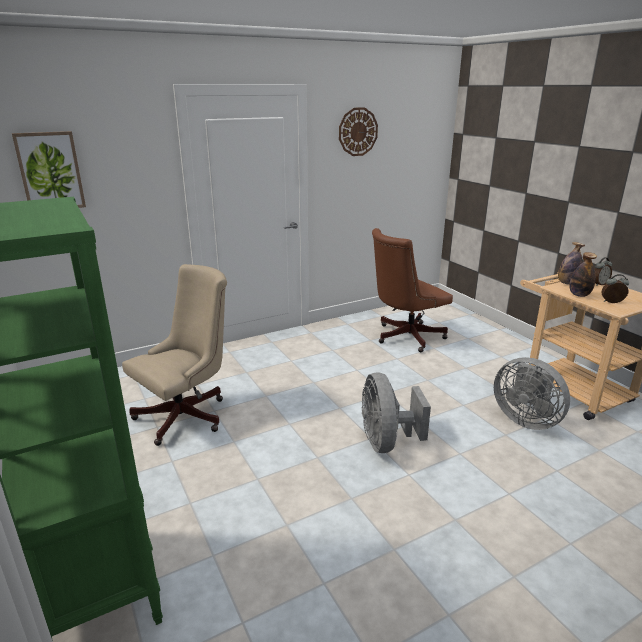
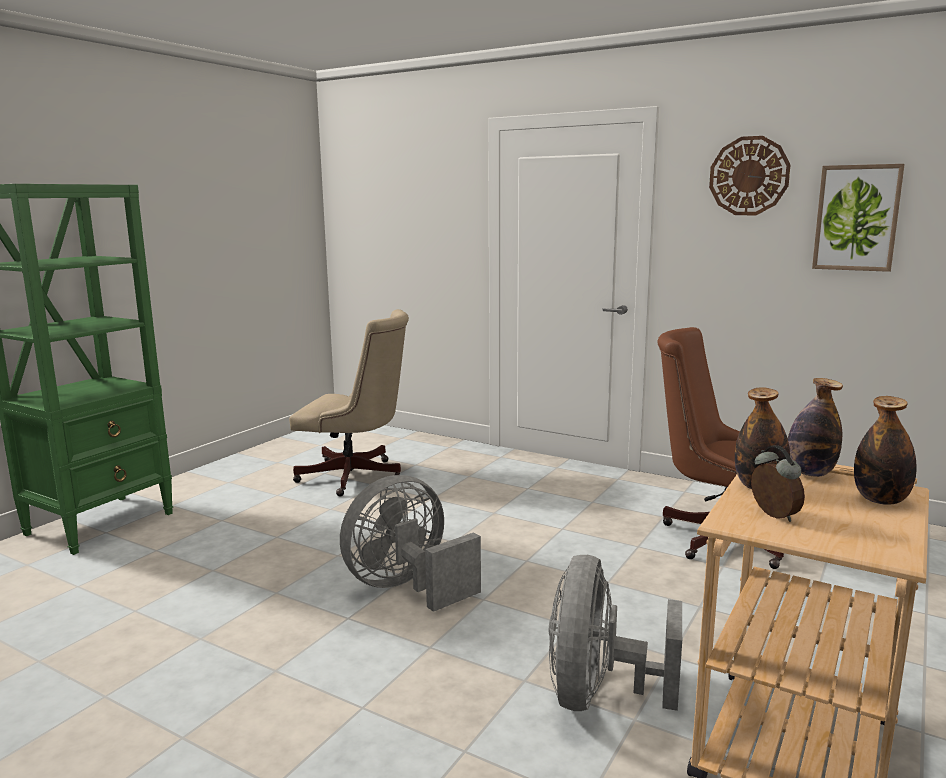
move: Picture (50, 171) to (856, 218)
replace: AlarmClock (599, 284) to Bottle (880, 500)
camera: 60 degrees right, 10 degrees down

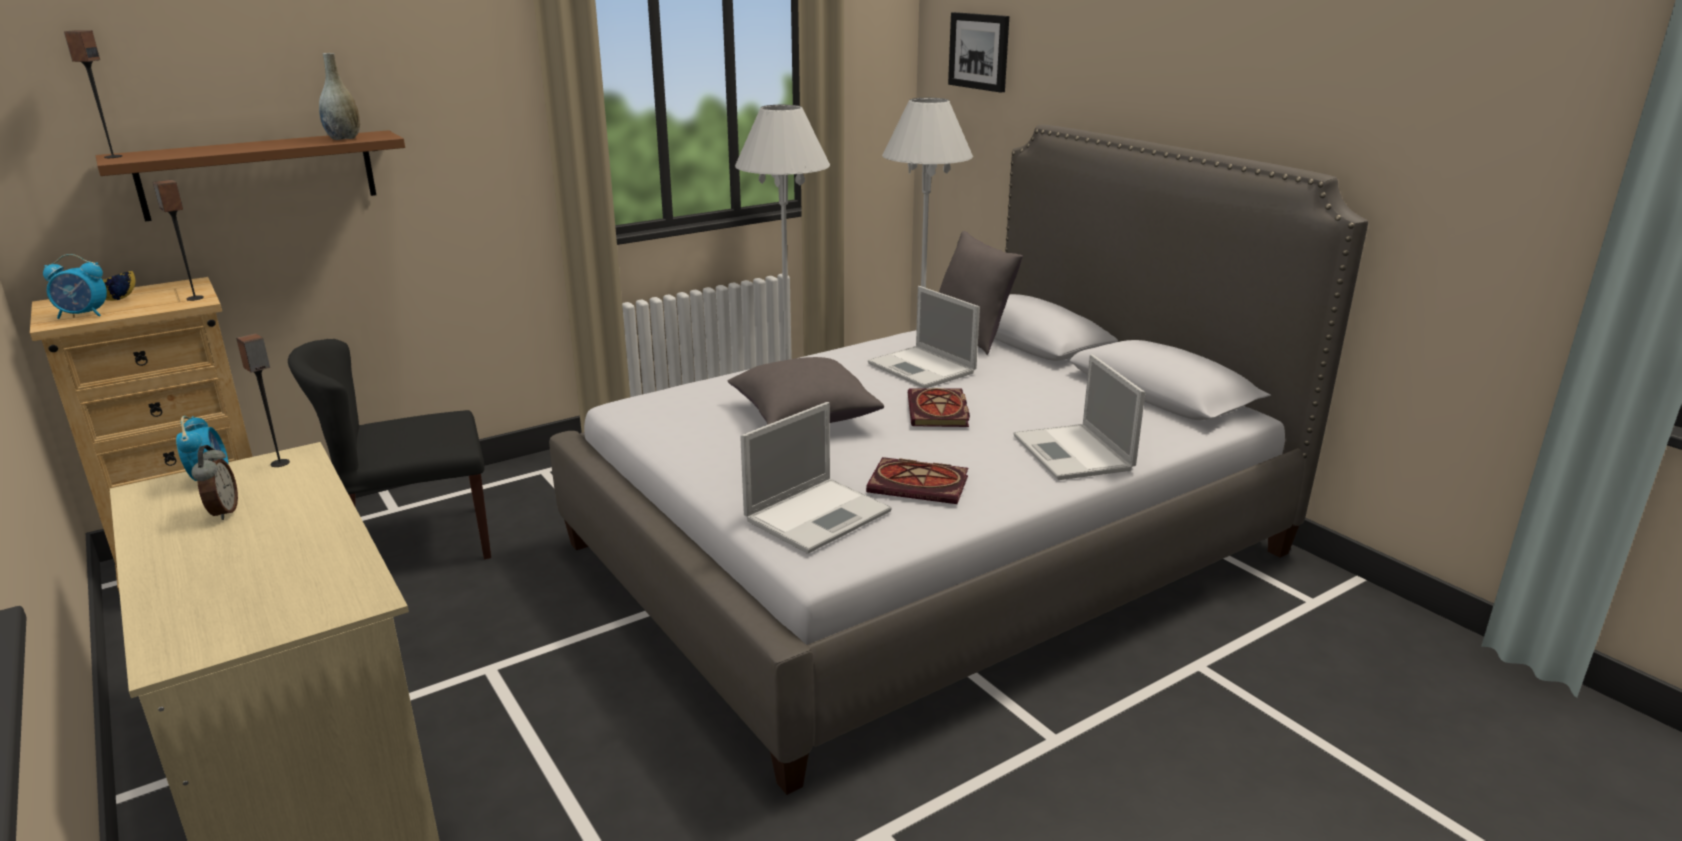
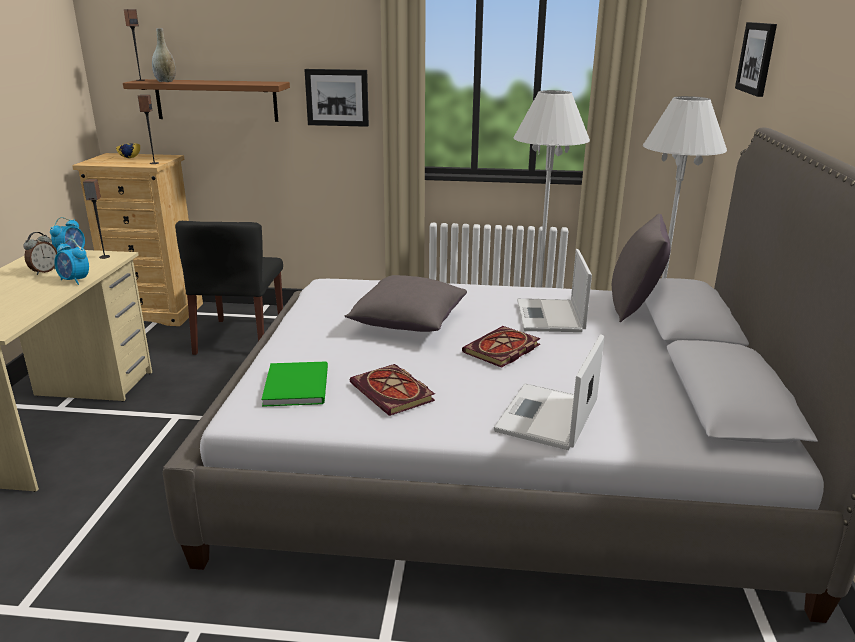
insert: Picture (337, 97)
move: AlarmClock (83, 315) to (75, 280); GreyVase (344, 138) to (165, 81)
replace: Laptop (819, 514) to GreenBook (298, 385)
rotate: BlackChair (416, 545) = (240, 338) 105 degrees counterclockwise
camera: 40 degrees right, 0 degrees up

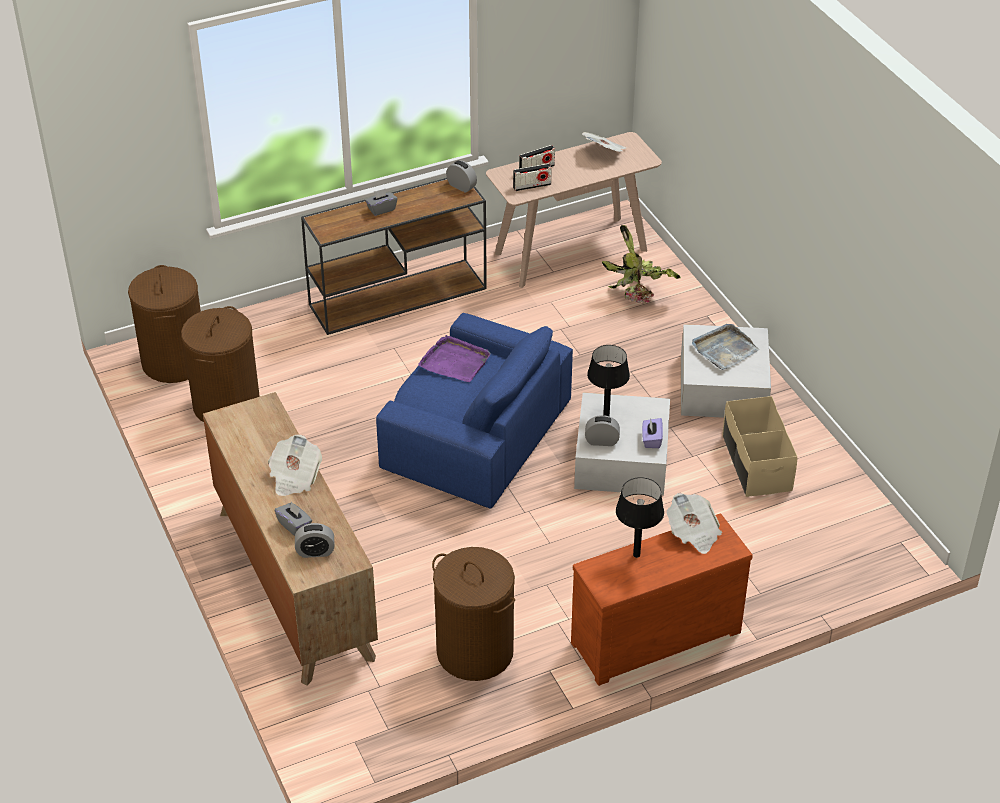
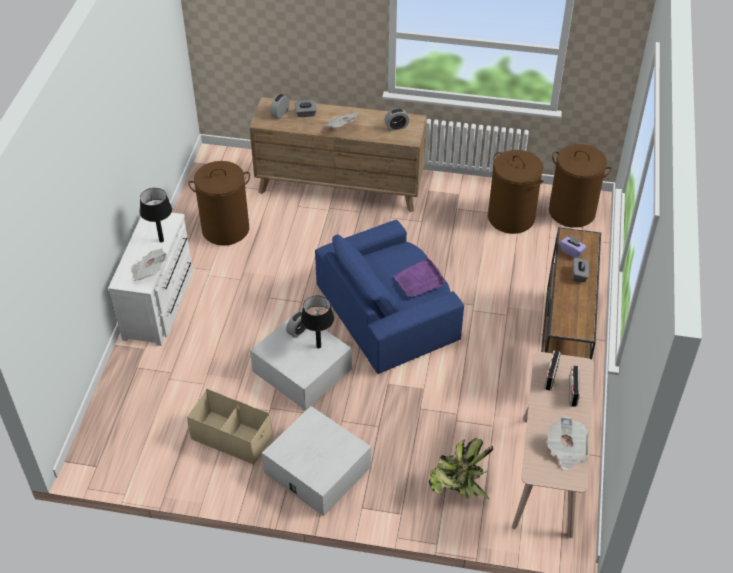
delete: GreyTray (724, 349)
move: AlarmClock (461, 186) to (396, 127); PurpleTissueBox (651, 440) to (571, 251)
recolor: BrownDresser (653, 634) to WhiteDresser (161, 303)
camera: 125 degrees right, 5 degrees up

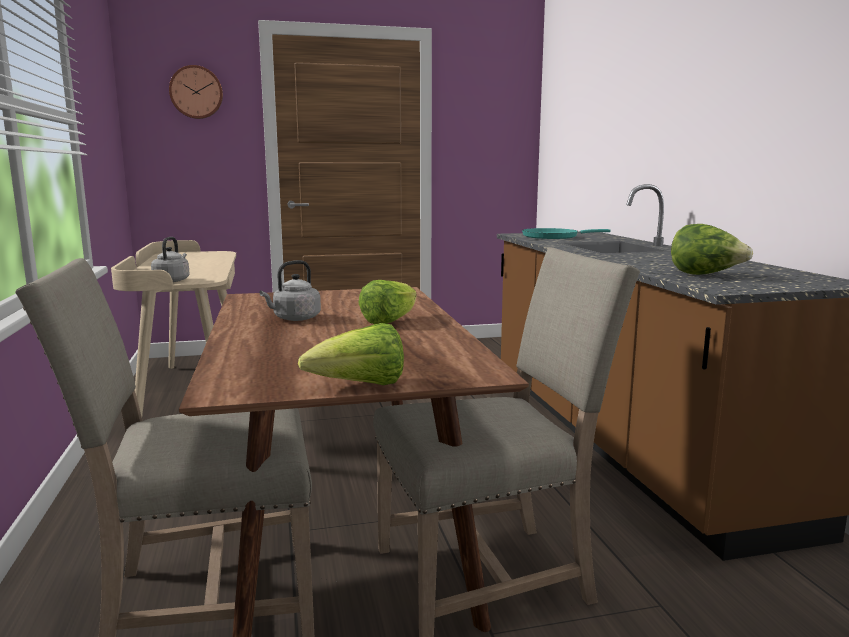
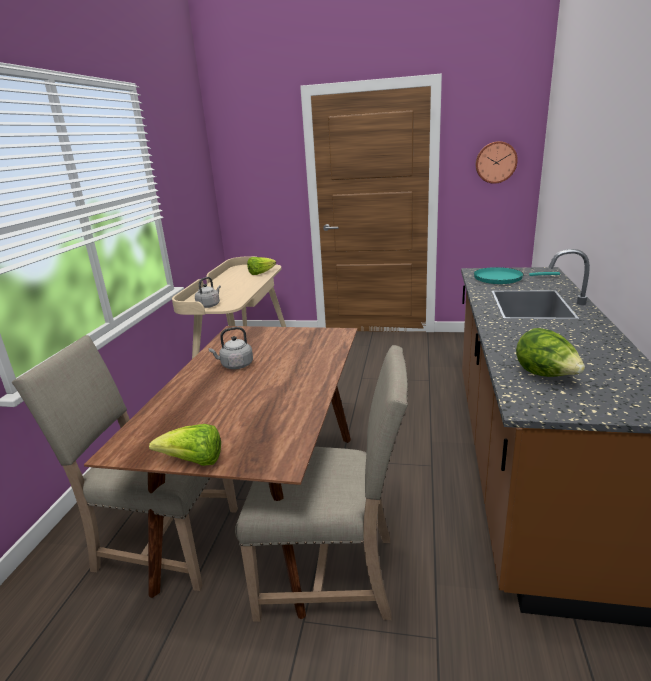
move: WallClock (196, 92) to (495, 162); Lettuce (389, 321) to (261, 273)
camera: 25 degrees right, 10 degrees up

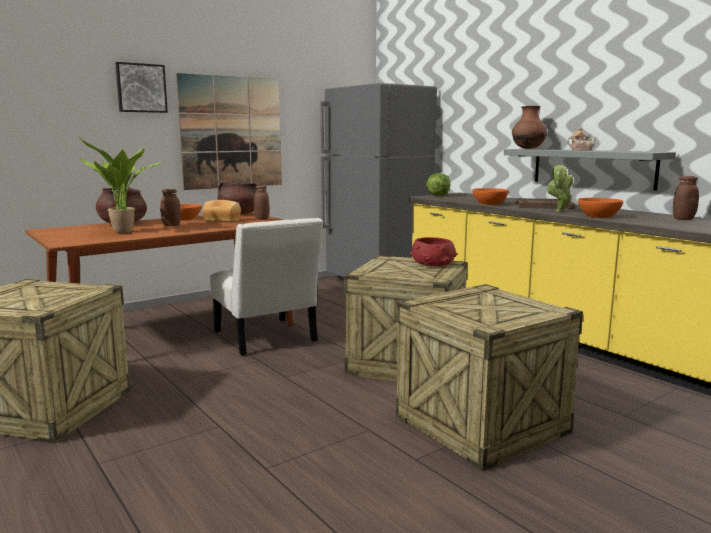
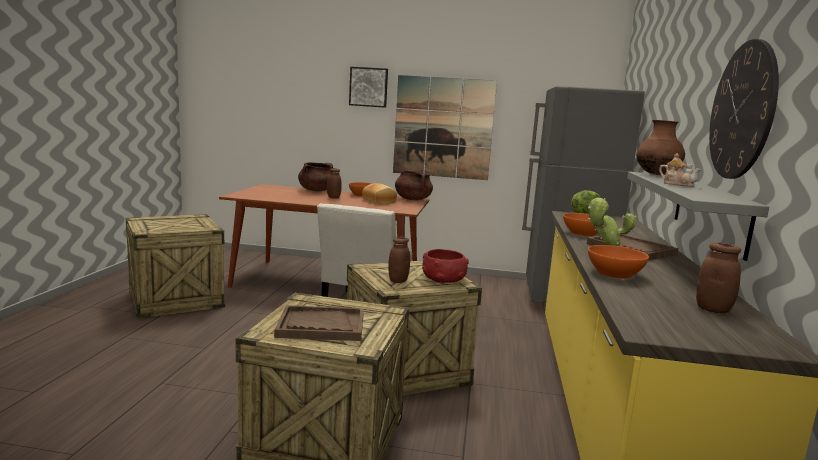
delete: PottedPlant (124, 232)
insert: BrownTray (321, 326); WallClock (742, 110)
move: BrownJar (262, 219) to (398, 280)
camera: 45 degrees right, 0 degrees up

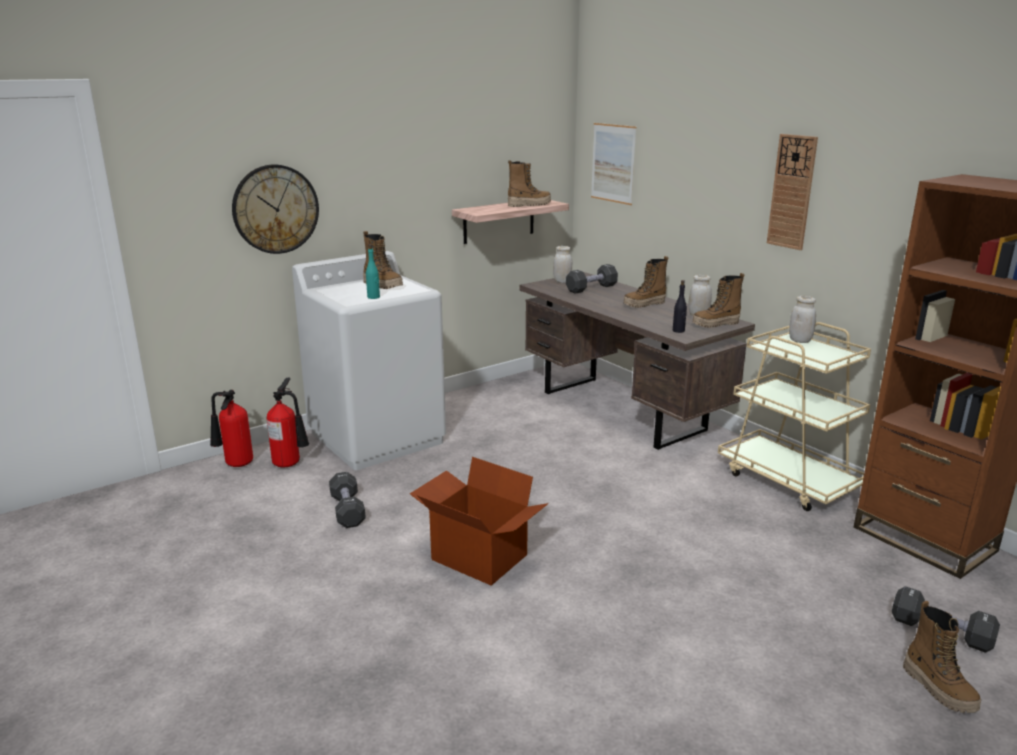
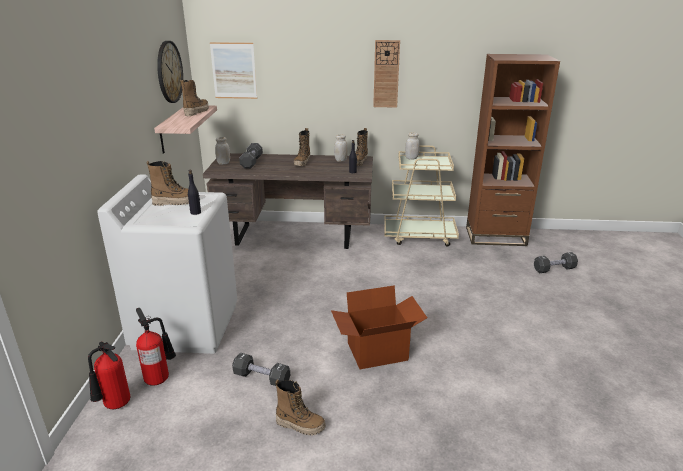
move: WallClock (275, 209) to (169, 72); Boot (939, 688) to (300, 425)
recolor: TurquoiseBottle (373, 297) to BlackBottle (196, 212)
camera: 50 degrees left, 5 degrees up

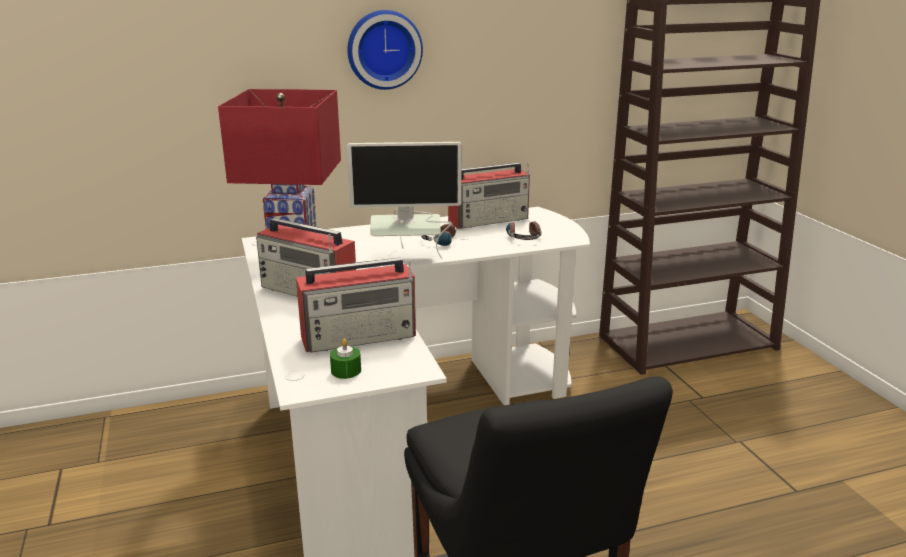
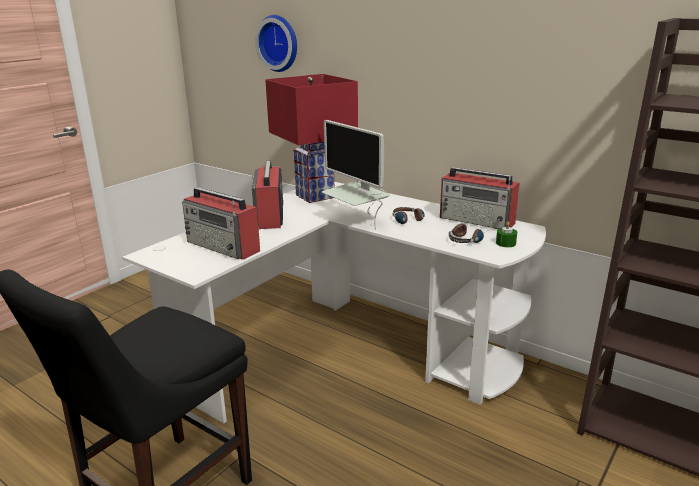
move: GreenCandle (346, 371) to (505, 243); WallClock (383, 49) to (279, 43)
camera: 55 degrees right, 0 degrees up

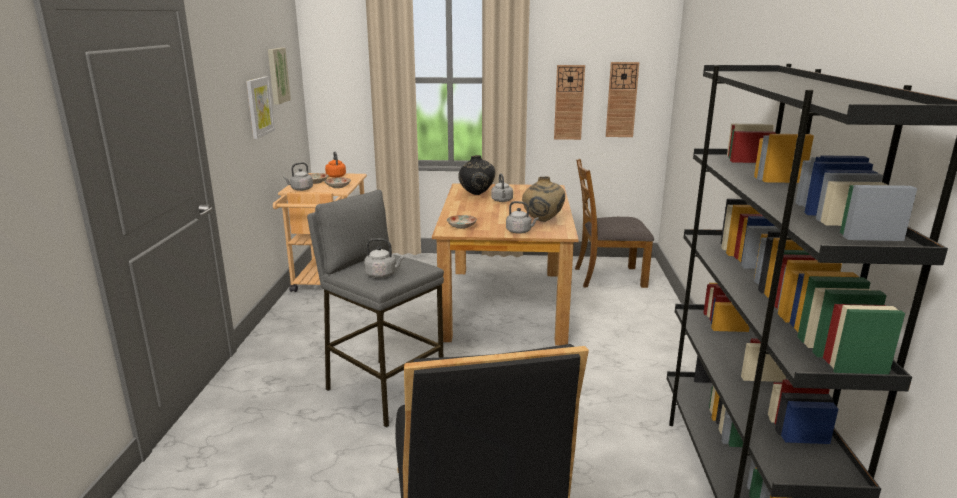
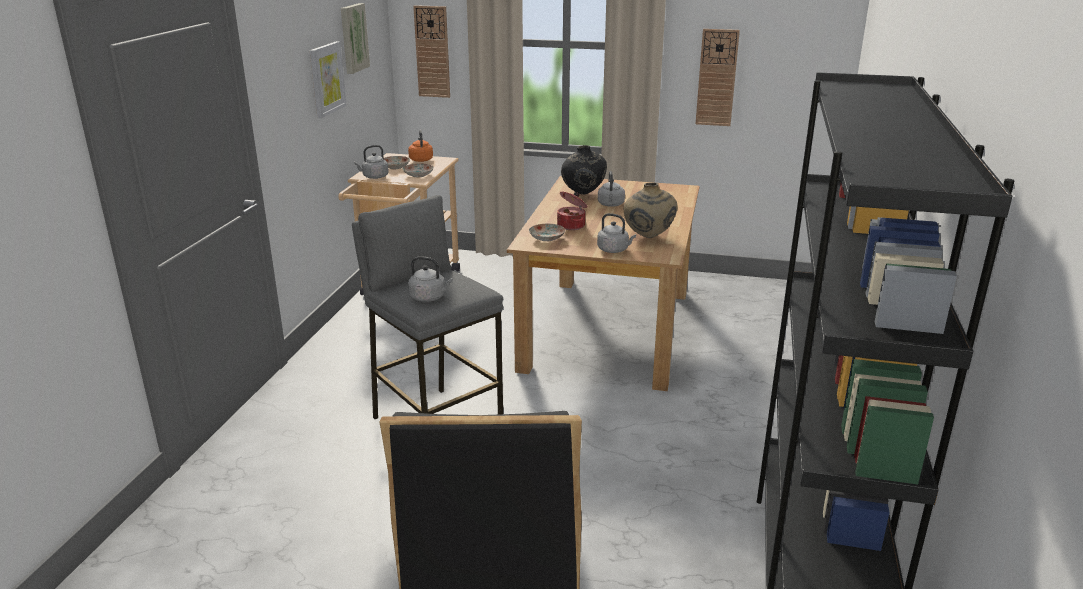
delete: BrownChair (608, 277)
insert: CookingPot (572, 226)
move: WallClock (621, 100) to (432, 52)
camera: 10 degrees right, 5 degrees up

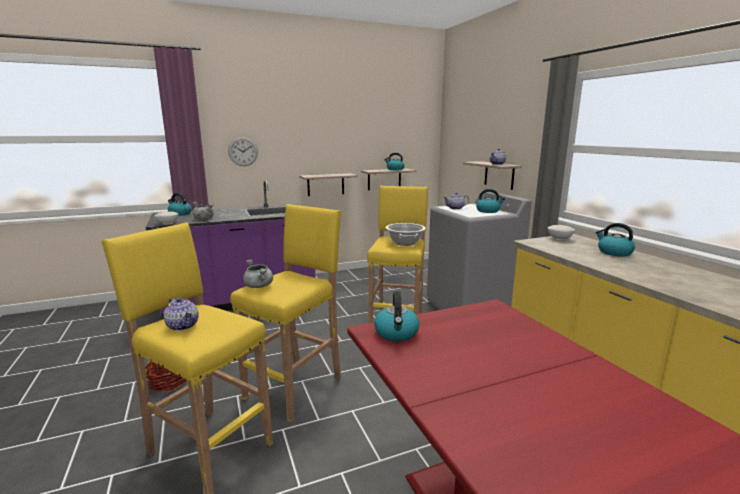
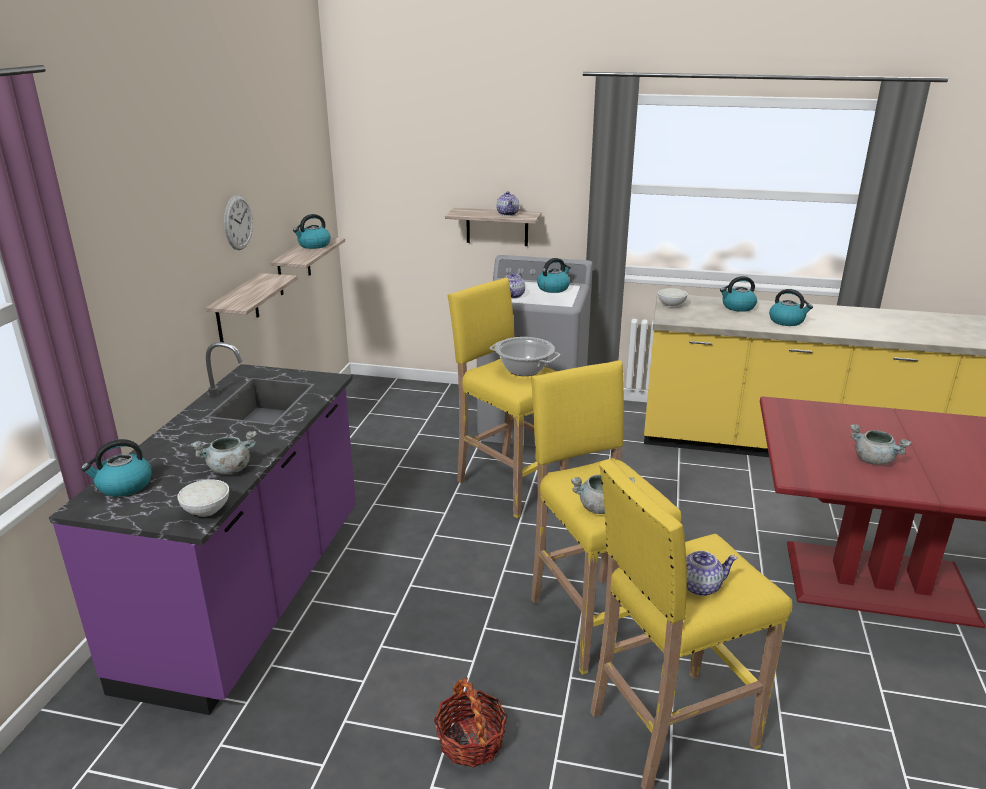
insert: GreyCookingPot (874, 460)
move: WallClock (243, 151) to (238, 222); Kettle (396, 333) to (787, 321)
camera: 55 degrees left, 10 degrees up

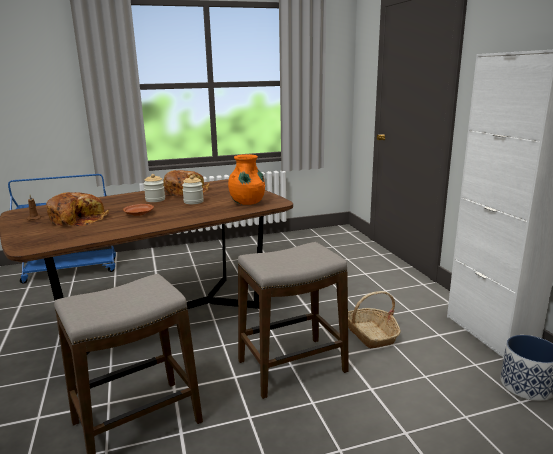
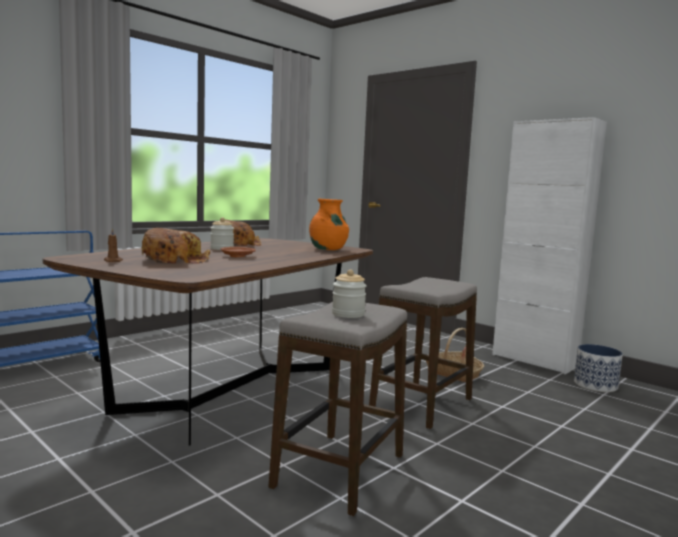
move: Jar (193, 202) to (348, 314)
camera: 30 degrees left, 10 degrees down

